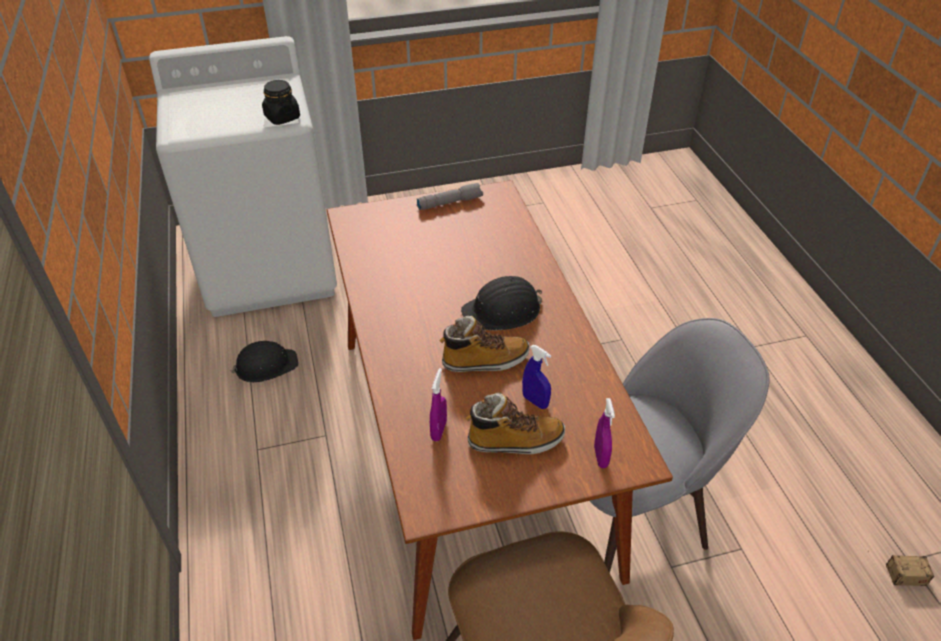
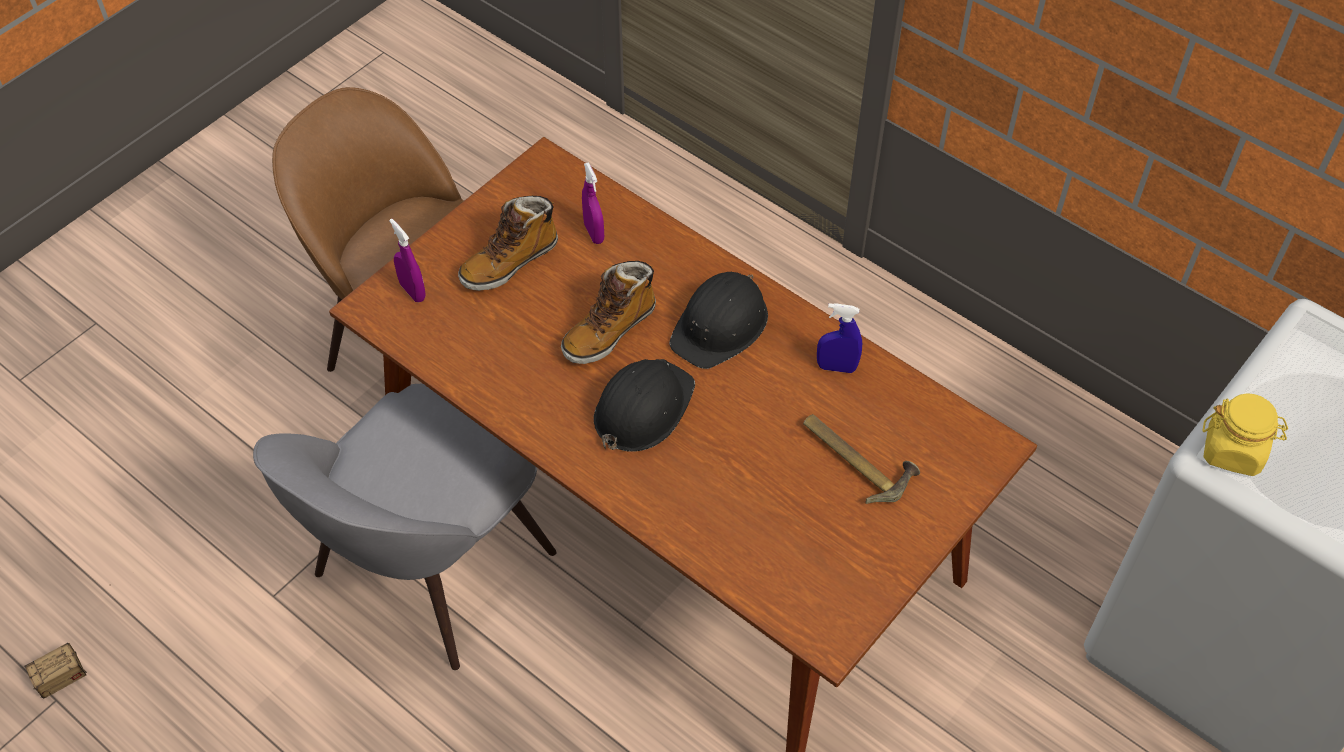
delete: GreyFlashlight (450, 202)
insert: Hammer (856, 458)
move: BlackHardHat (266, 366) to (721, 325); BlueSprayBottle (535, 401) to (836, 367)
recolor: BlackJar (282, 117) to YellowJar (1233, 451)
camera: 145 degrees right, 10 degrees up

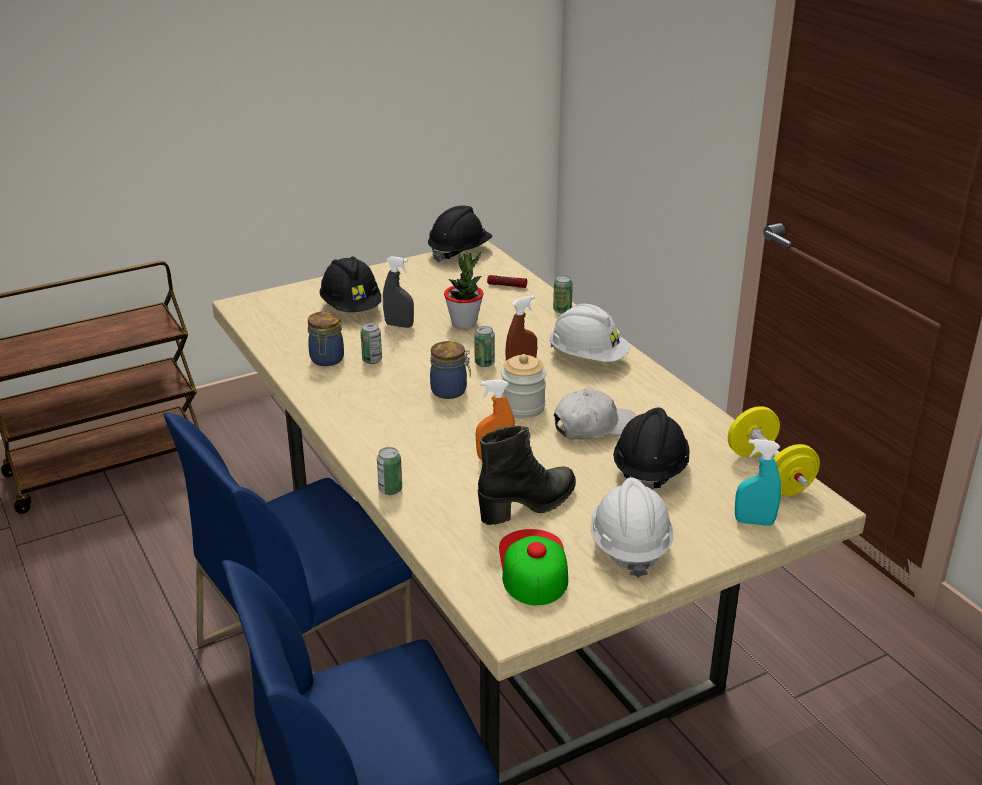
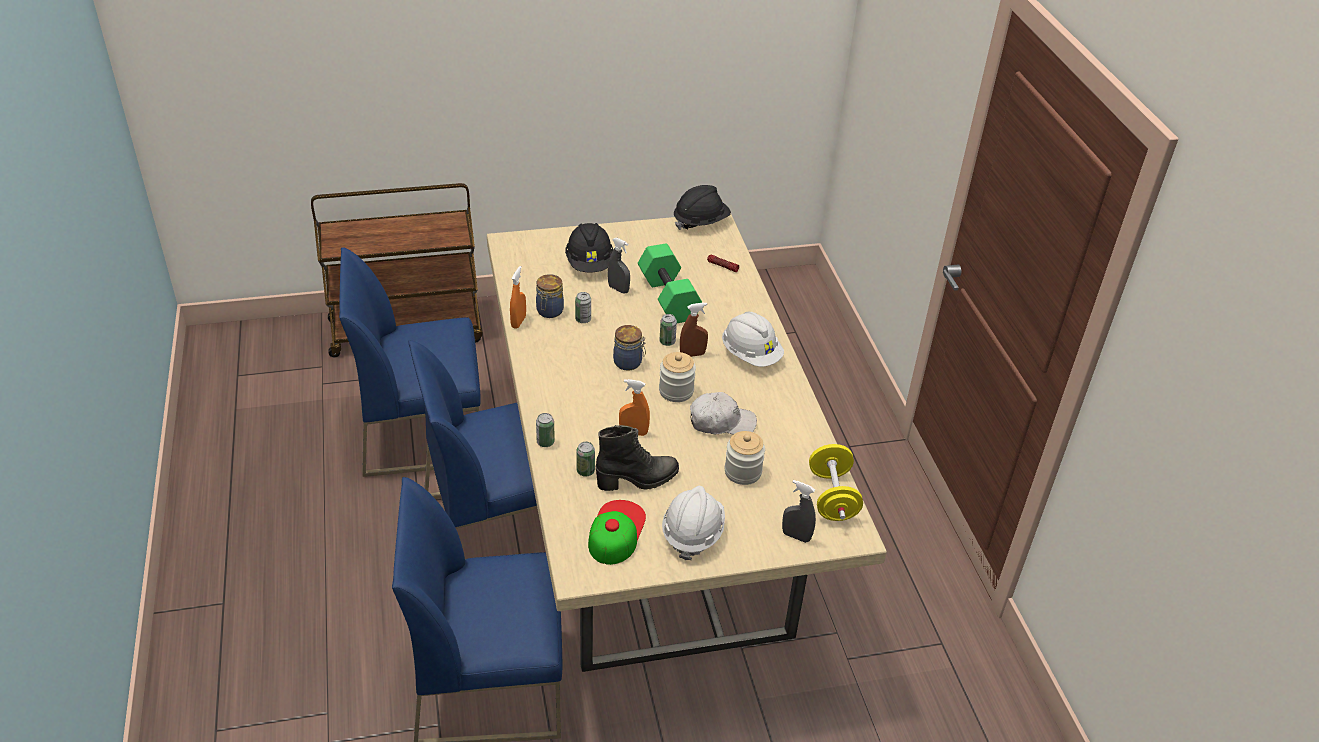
insert: BlueChair (422, 432); OrangeSprayBottle (518, 322)
move: Can (562, 310) to (585, 471)
replace: PottedPlant (464, 323) to GreenDumbbell (670, 298); BlackHardHat (650, 470) to Jar (743, 472)
recolor: TurquoiseSprayBottle (754, 522) to GreySprayBottle (796, 536)
camera: 15 degrees right, 10 degrees up

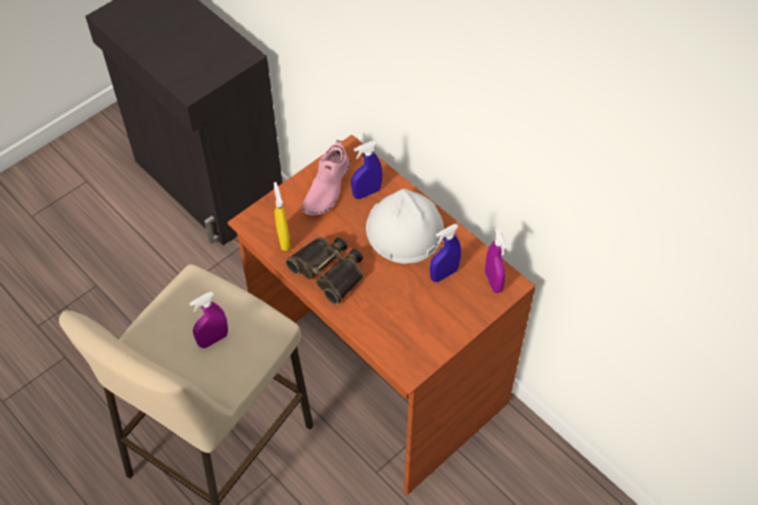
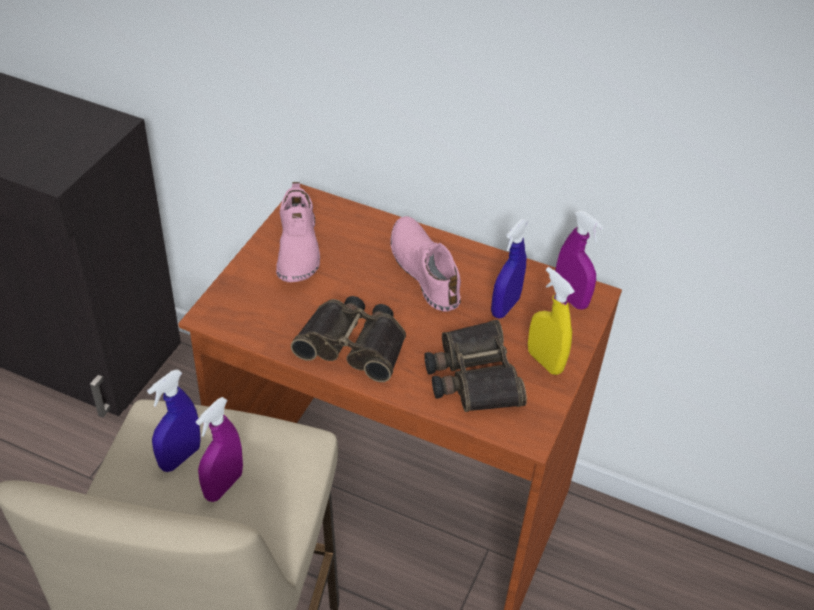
insert: Binoculars (471, 376)
move: YellowSprayBottle (283, 240) to (544, 361); BlueSprayBottle (366, 193) to (180, 457)
replace: WhiteHardHat (404, 229) to PinkShoe (425, 269)
camera: 25 degrees left, 10 degrees down

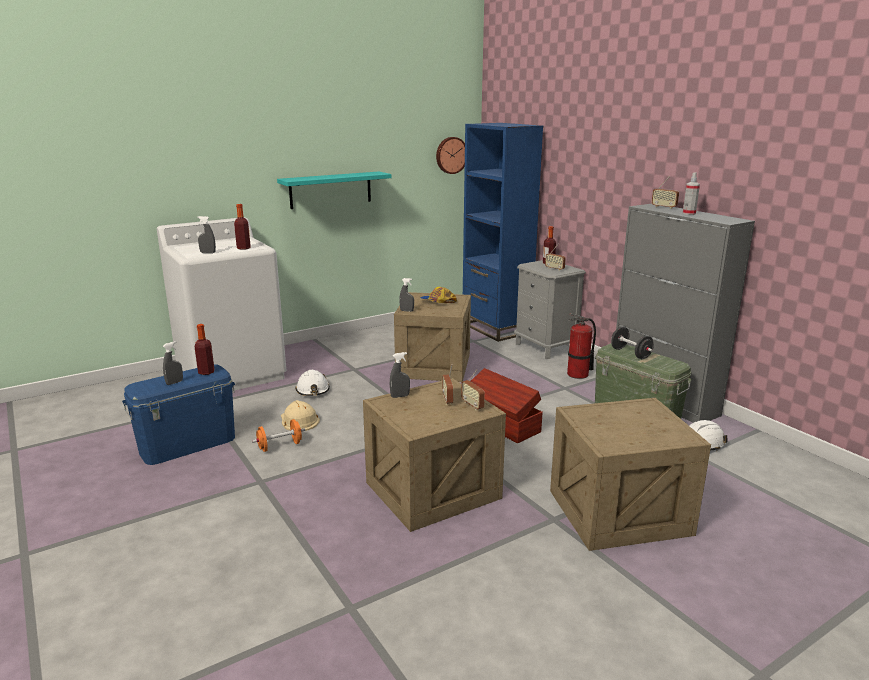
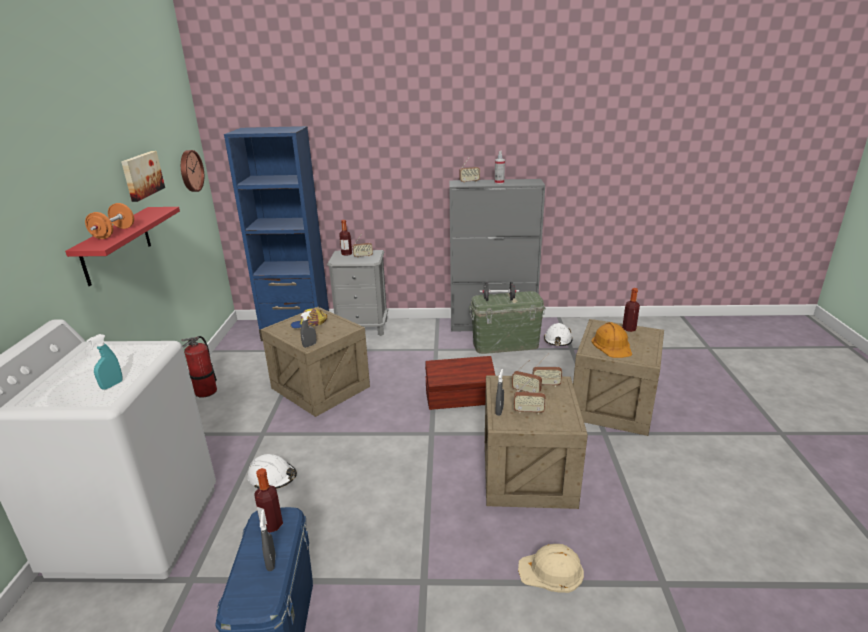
insert: Picture (141, 175); Radio (528, 411); OrangeHardHat (612, 345)
move: Bottle (243, 248) to (629, 329); OrangeDumbbell (280, 446) to (114, 233); BeigeHardHat (298, 420) to (551, 571); FireExtinguisher (578, 374) to (206, 391)
recolor: GreySprayBottle (208, 253) to TurquoiseSprayBottle (112, 385); TurquoiseShelf (330, 190) to RedShelf (116, 245)
camera: 55 degrees left, 5 degrees up

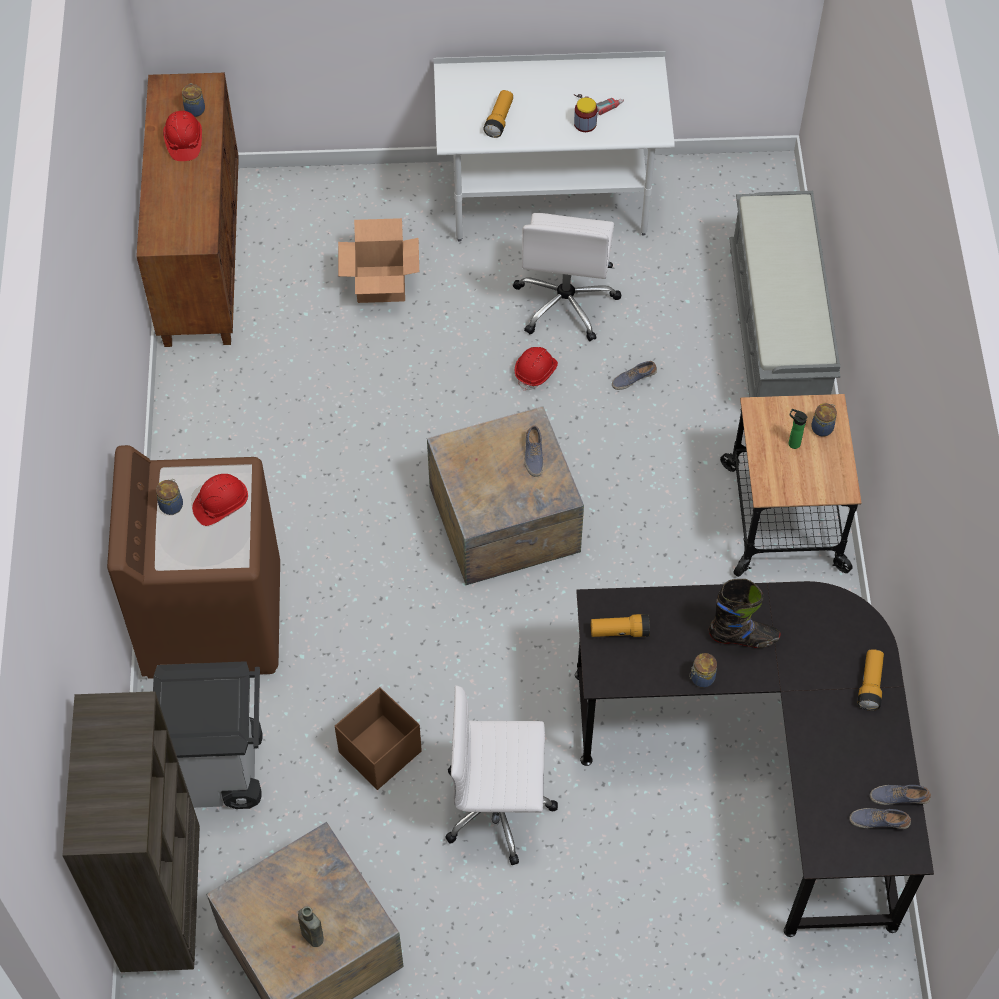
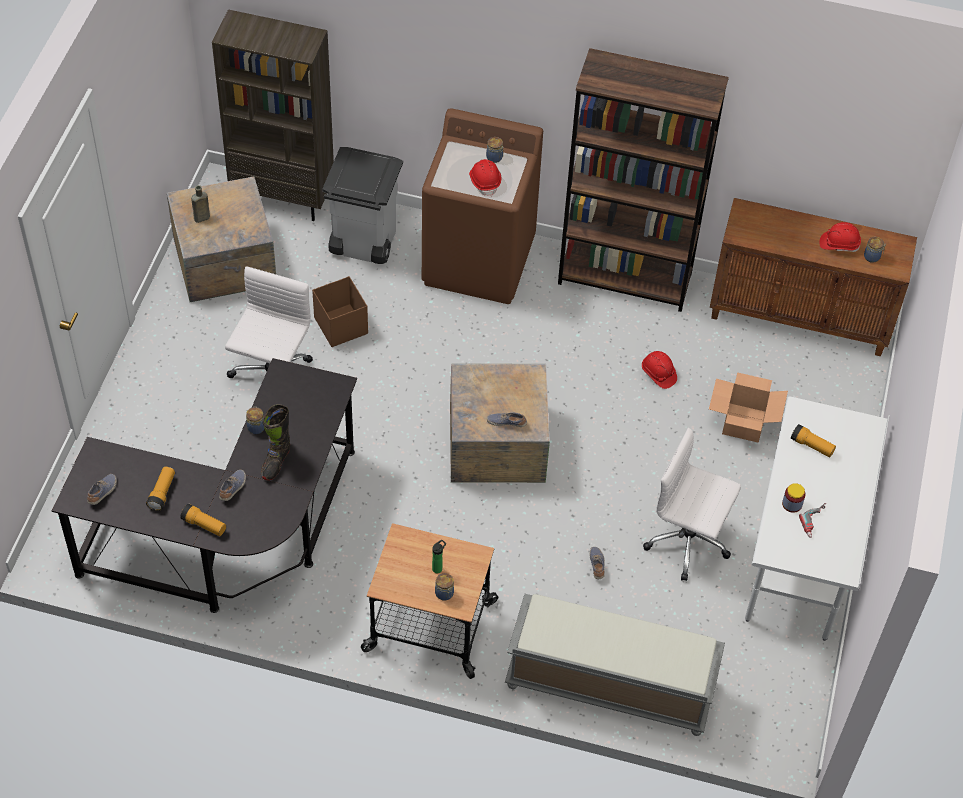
insert: BrownBookcase (625, 278)
move: RedHardHat (536, 372) to (658, 374); Flashlight (619, 631) to (162, 493); Shoe (899, 797) to (233, 488)
camera: 105 degrees right, 5 degrees down

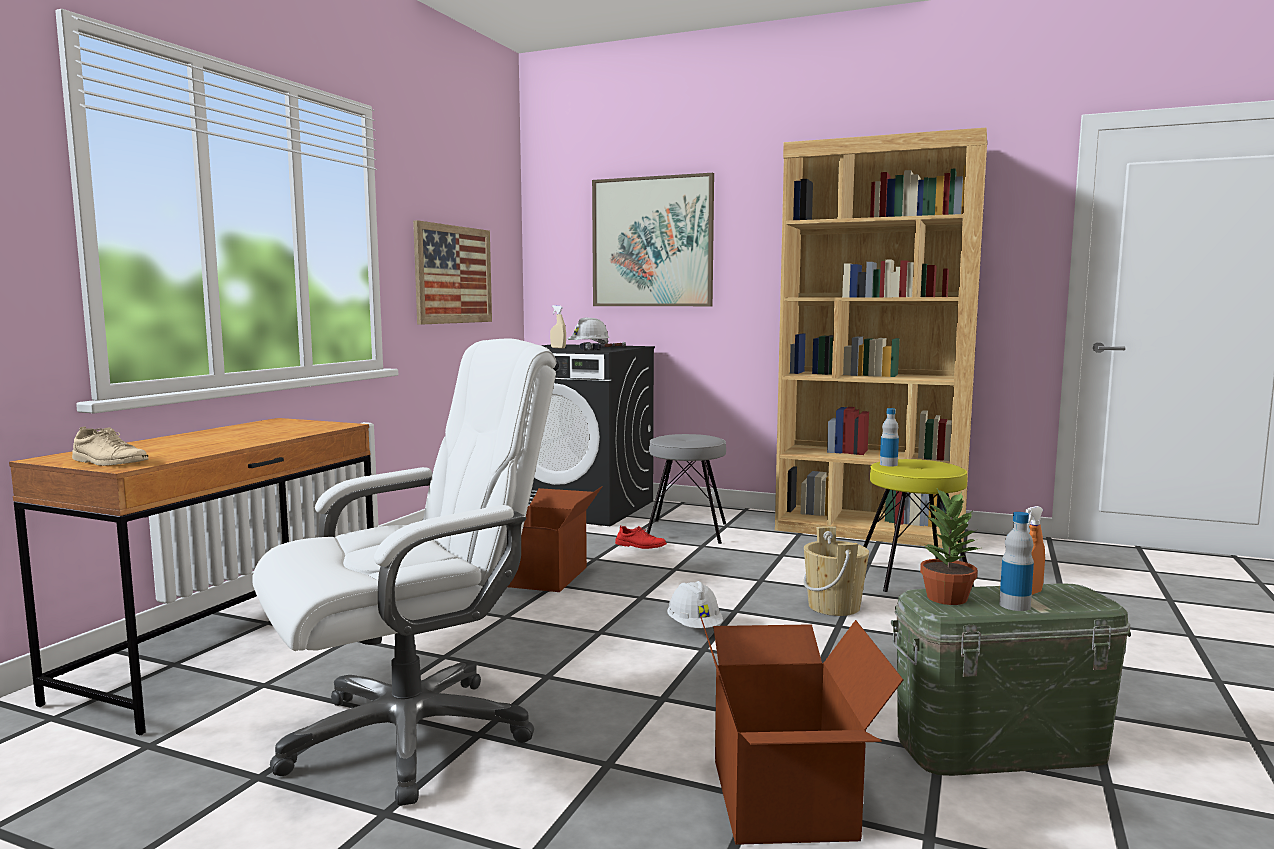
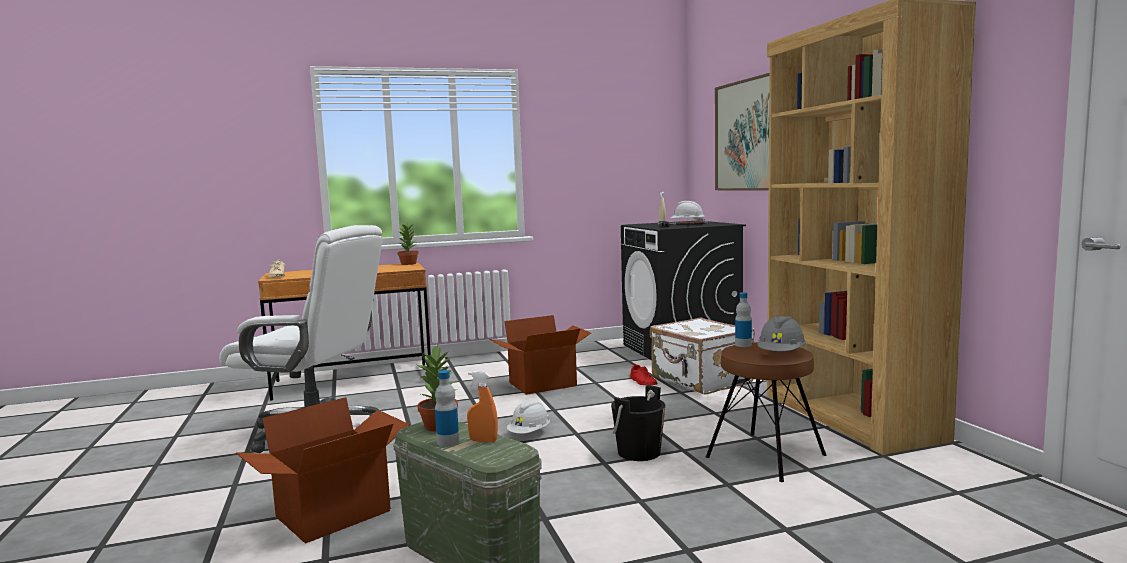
delete: Picture (453, 274)
insert: PottedPlant (409, 264); GreyHardHat (781, 354)
replace: GreyStool (687, 531) to WhiteSuitcase (700, 381)
recolor: BeigeBucket (834, 606) to BlackBucket (639, 452); YellowStool (912, 576) to BrownStool (765, 455)
camera: 50 degrees right, 0 degrees up

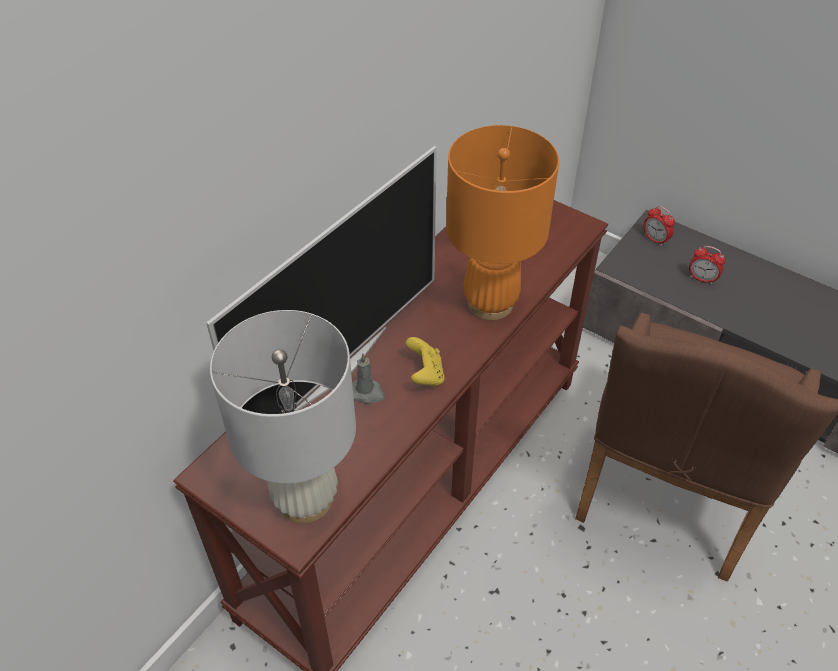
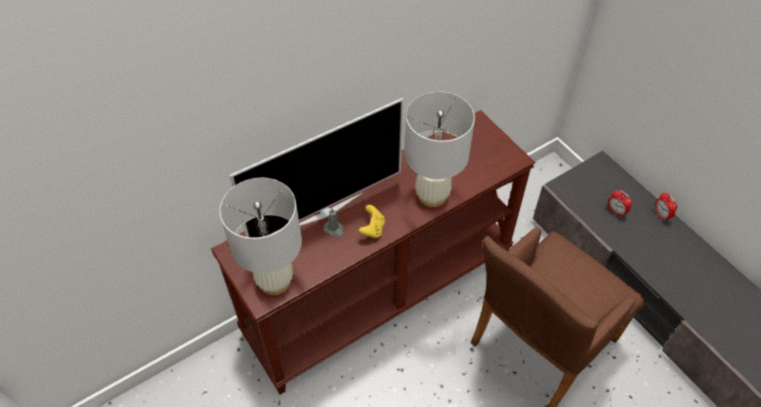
move: AlarmClock (655, 239) to (661, 214)
recolor: OrangeTableLamp (490, 303) to WhiteTableLamp (432, 195)
camera: 20 degrees right, 5 degrees up

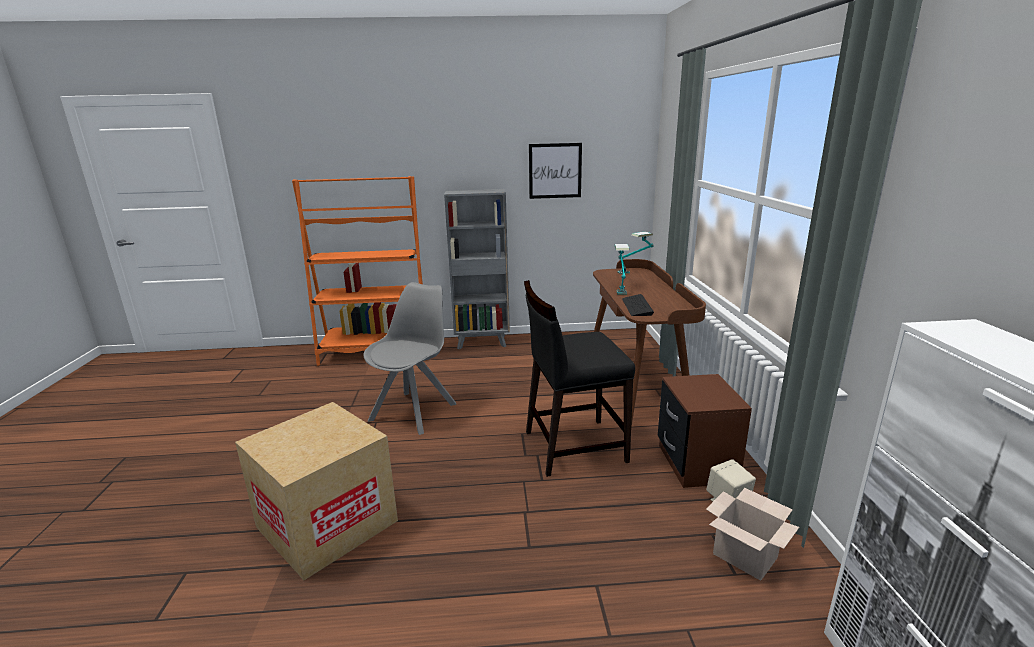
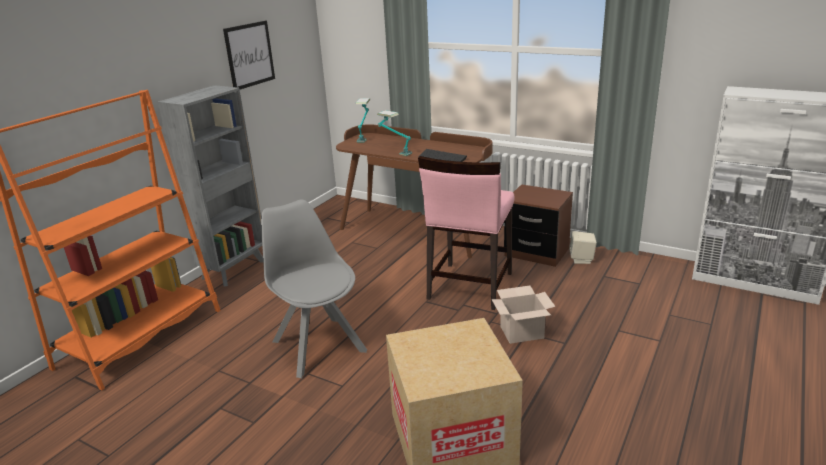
move: CardboardBox (746, 556) to (522, 332)
recolor: BlackChair (573, 446) to PinkChair (469, 286)
camera: 55 degrees left, 5 degrees up

